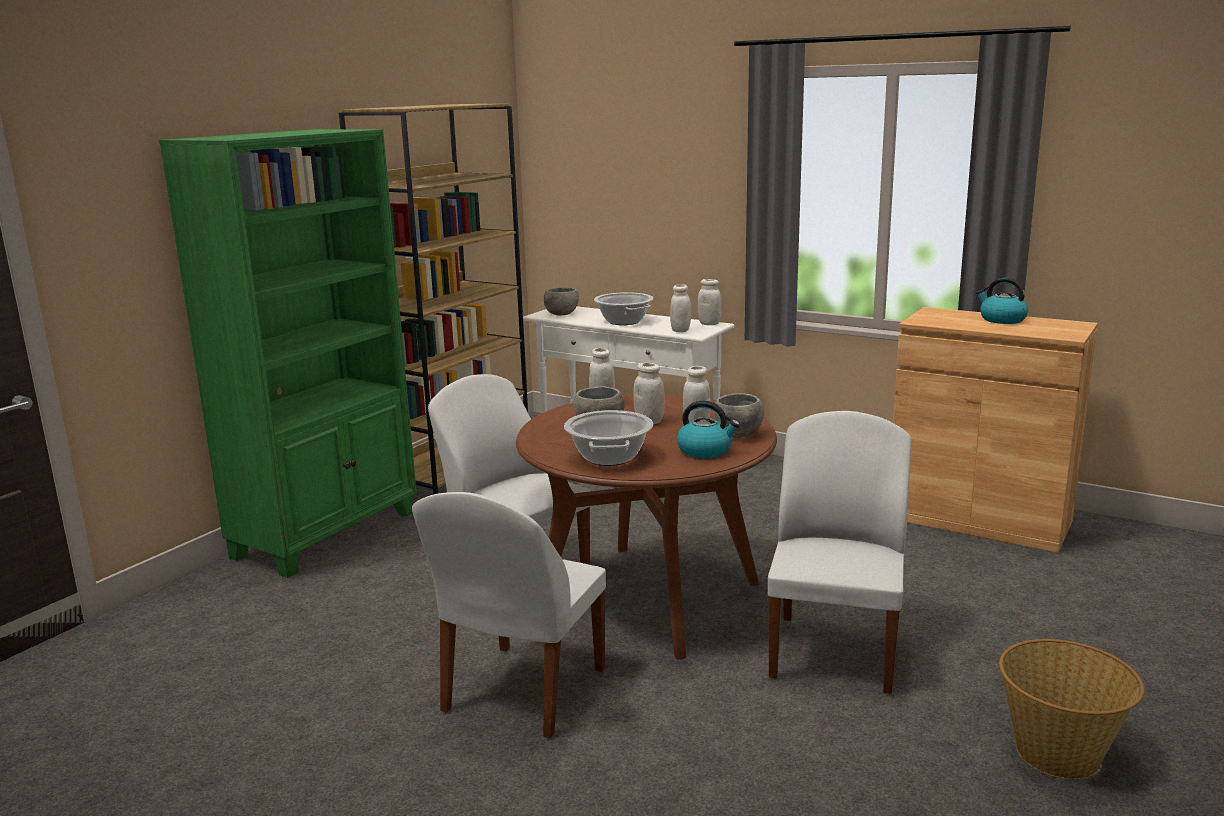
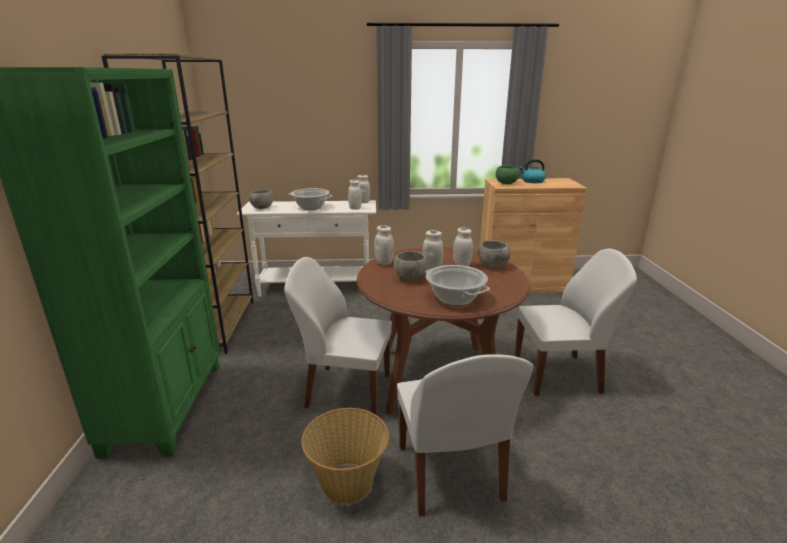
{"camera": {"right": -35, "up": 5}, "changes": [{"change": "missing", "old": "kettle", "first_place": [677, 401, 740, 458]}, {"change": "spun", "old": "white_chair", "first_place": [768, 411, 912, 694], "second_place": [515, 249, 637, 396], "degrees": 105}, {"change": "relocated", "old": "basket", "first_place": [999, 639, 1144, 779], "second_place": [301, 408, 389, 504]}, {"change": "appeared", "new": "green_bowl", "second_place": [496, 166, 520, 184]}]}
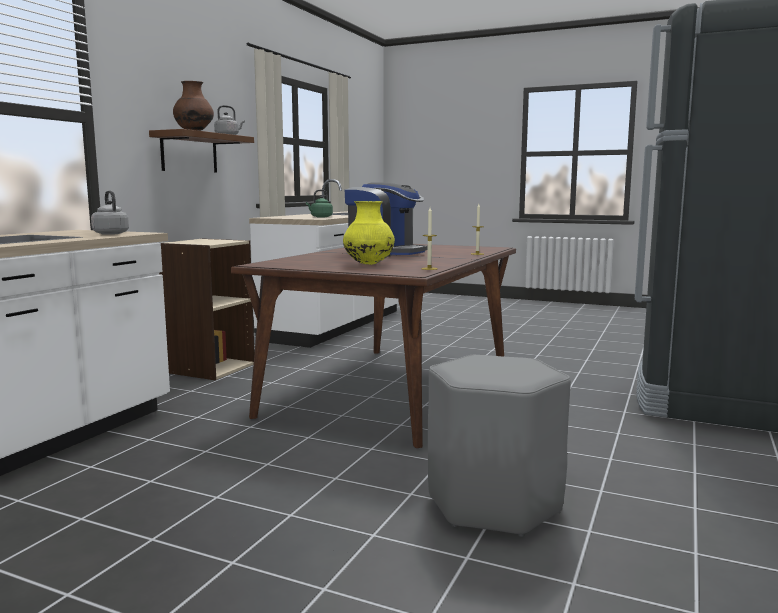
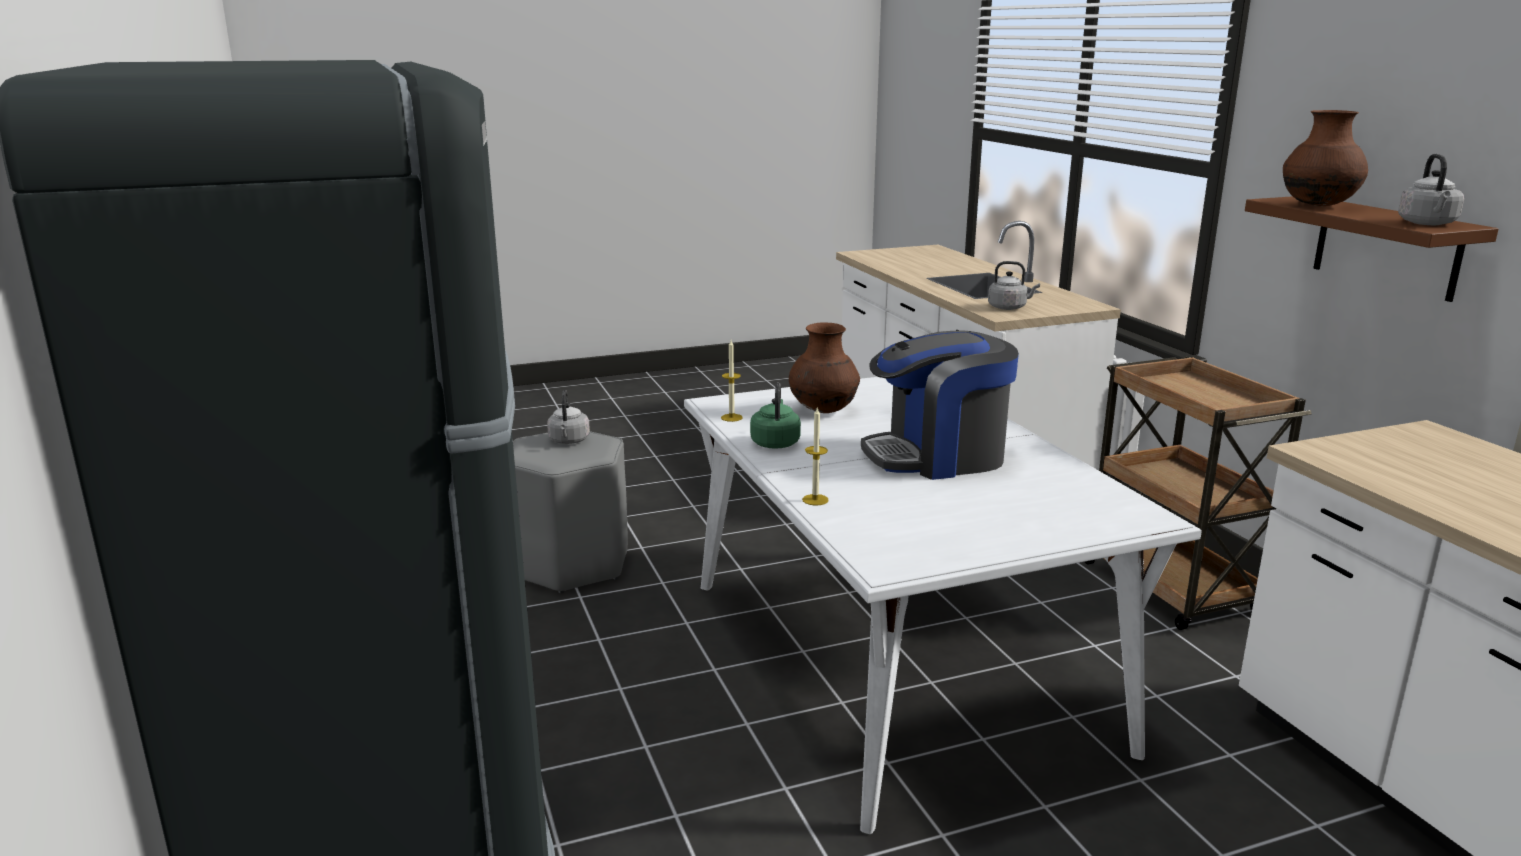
{"camera": {"right": 135, "up": 10}, "changes": [{"change": "relocated", "old": "green_kettle", "first_place": [306, 190, 333, 217], "second_place": [750, 383, 801, 449]}, {"change": "colour", "old": "yellowish_flower_vase", "new": "brown_flower_vase", "first_place": [343, 201, 395, 265], "second_place": [789, 322, 860, 413]}, {"change": "exchanged", "old": "beige-coloured_bookshelf", "new": "brown_cart", "first_place": [159, 238, 255, 380], "second_place": [1085, 356, 1312, 630]}, {"change": "colour", "old": "brown_kitchen_table", "new": "white_kitchen_table", "first_place": [231, 244, 516, 448], "second_place": [684, 377, 1202, 834]}, {"change": "appeared", "new": "gray_kettle", "second_place": [547, 390, 590, 444]}]}
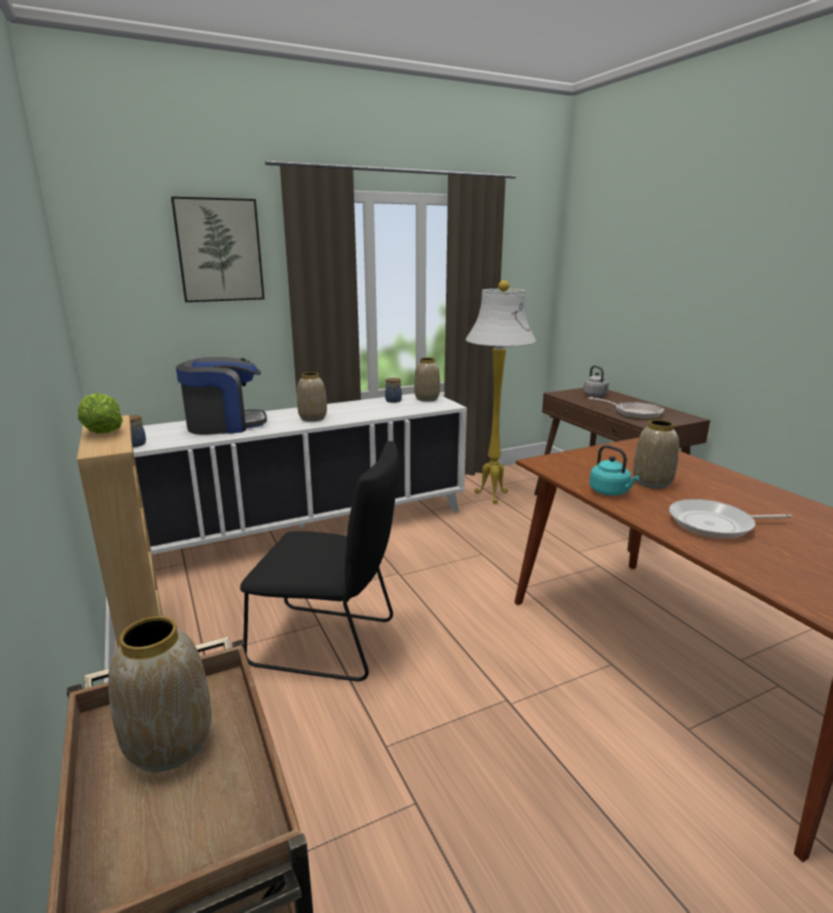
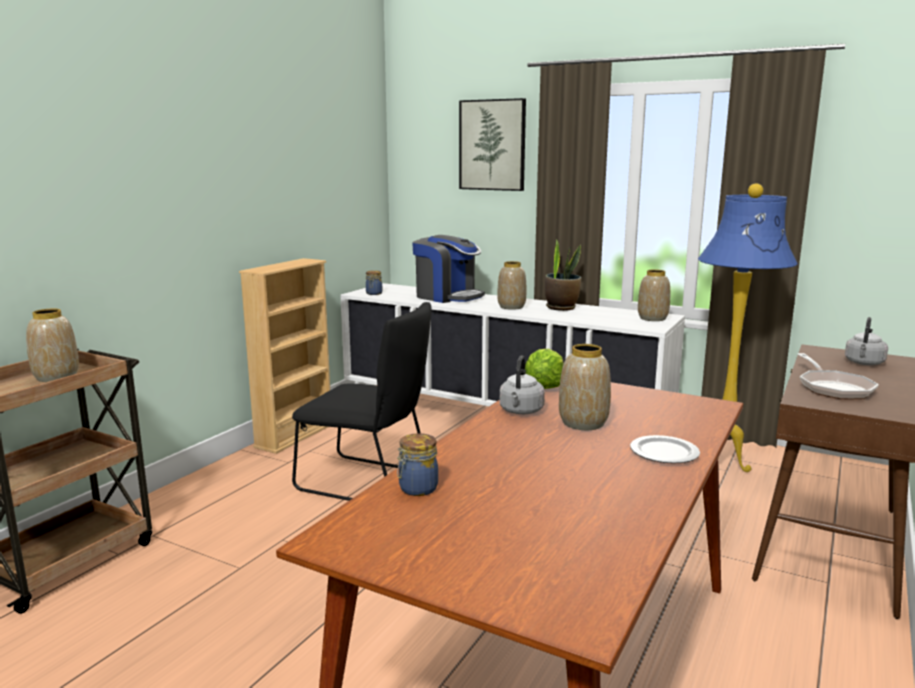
{"camera": {"right": 55, "up": -5}, "changes": [{"change": "colour", "old": "white_floor_lamp", "new": "bluish_floor_lamp", "first_place": [465, 280, 536, 504], "second_place": [698, 183, 798, 472]}, {"change": "relocated", "old": "preserve_jar", "first_place": [385, 378, 402, 403], "second_place": [397, 433, 438, 496]}, {"change": "relocated", "old": "lettuce", "first_place": [78, 393, 123, 434], "second_place": [525, 349, 564, 389]}, {"change": "spun", "old": "black_chair", "first_place": [240, 441, 399, 681], "second_place": [292, 302, 432, 501], "degrees": -45}, {"change": "colour", "old": "blue-green_kettle", "new": "gray_kettle", "first_place": [589, 445, 640, 496], "second_place": [500, 355, 545, 414]}, {"change": "missing", "old": "skillet", "first_place": [669, 499, 792, 539]}, {"change": "appeared", "new": "houseplant", "second_place": [545, 239, 581, 311]}, {"change": "appeared", "new": "flat_dish", "second_place": [630, 435, 700, 463]}]}
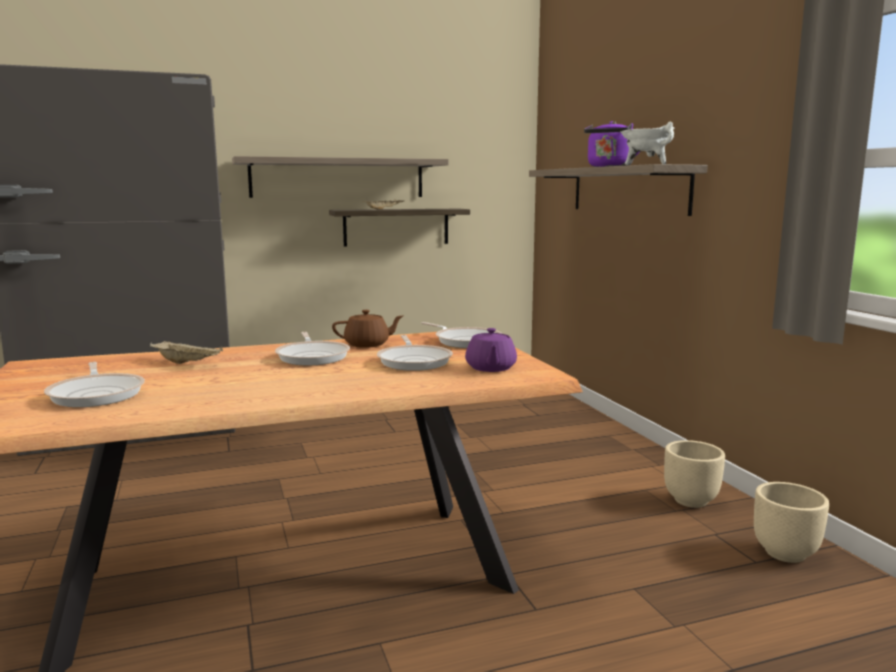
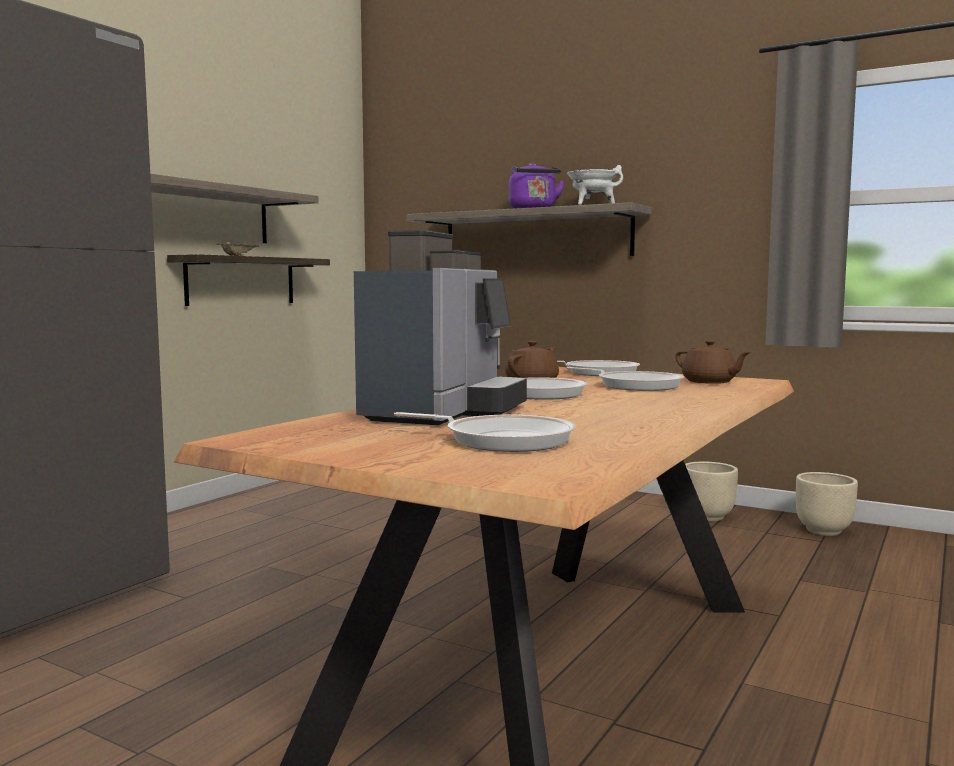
{"camera": {"right": -40, "up": -5}, "changes": [{"change": "colour", "old": "purplish_tea_pot", "new": "brown_tea_pot", "first_place": [465, 328, 517, 372], "second_place": [676, 340, 751, 384]}, {"change": "exchanged", "old": "beige-coloured_tray", "new": "coffee_machine", "first_place": [150, 341, 223, 364], "second_place": [354, 230, 527, 425]}]}
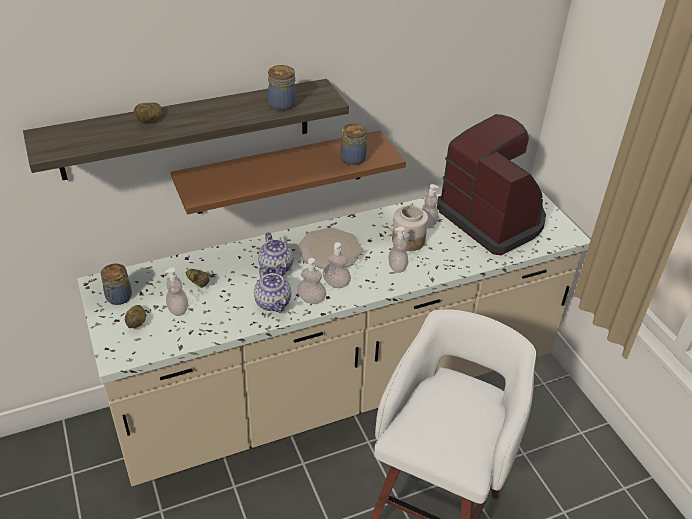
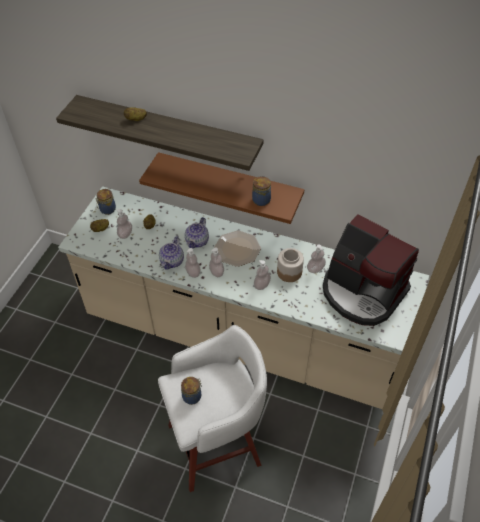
{"camera": {"right": 45, "up": 10}, "changes": [{"change": "relocated", "old": "preserve_jar", "first_place": [268, 65, 296, 111], "second_place": [181, 377, 202, 405]}, {"change": "spun", "old": "coffee_machine", "first_place": [437, 114, 546, 255], "second_place": [323, 215, 419, 326], "degrees": 120}]}
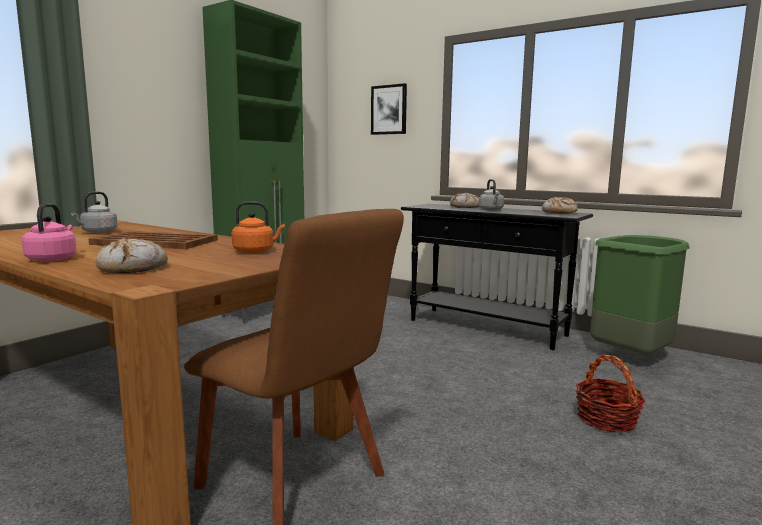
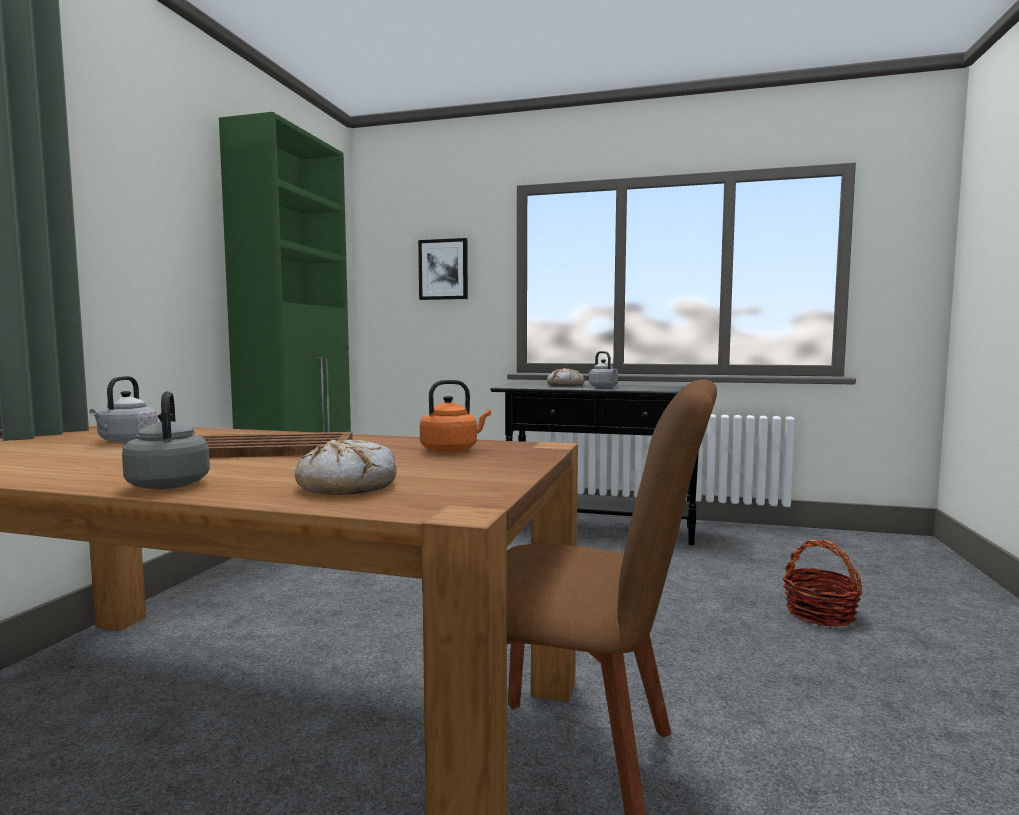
{"camera": {"right": -20, "up": -5}, "changes": [{"change": "missing", "old": "bakery_bread", "first_place": [542, 197, 578, 214]}, {"change": "colour", "old": "pink-coloured_kettle", "new": "gray_kettle", "first_place": [22, 203, 76, 262], "second_place": [122, 391, 210, 490]}, {"change": "missing", "old": "green_rubbish_bin", "first_place": [590, 235, 690, 355]}]}
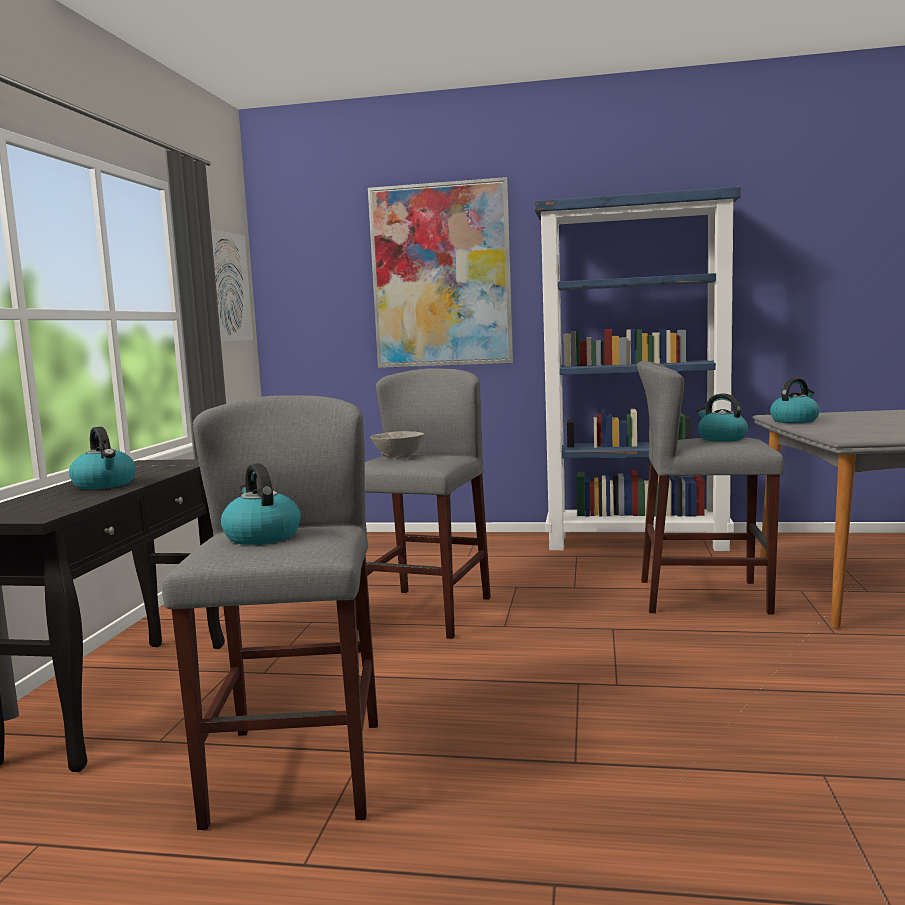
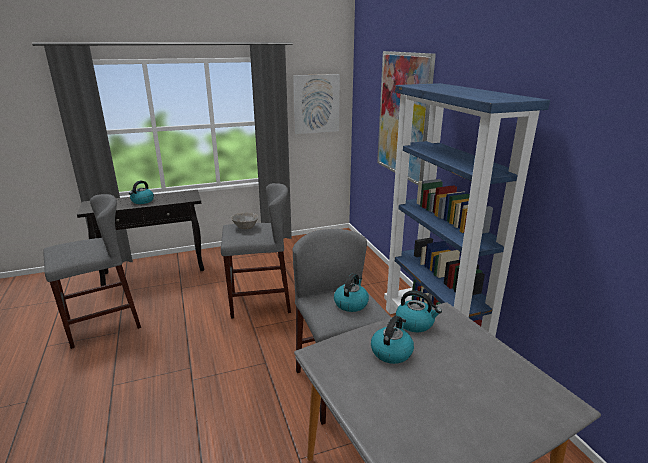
{"camera": {"right": 60, "up": 15}, "changes": [{"change": "relocated", "old": "kettle", "first_place": [221, 463, 301, 545], "second_place": [371, 316, 414, 364]}]}
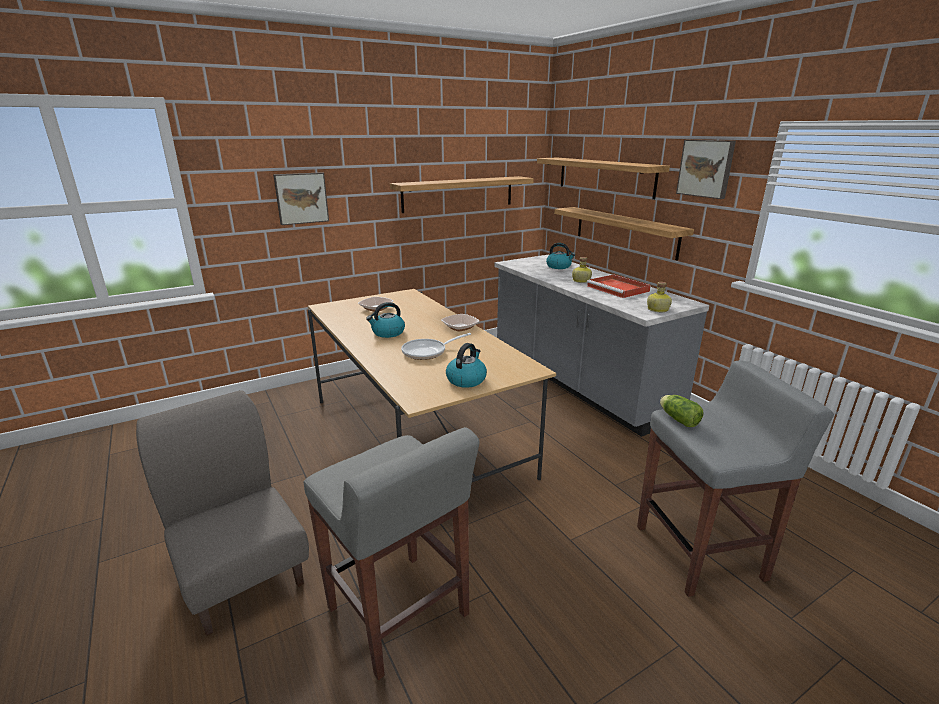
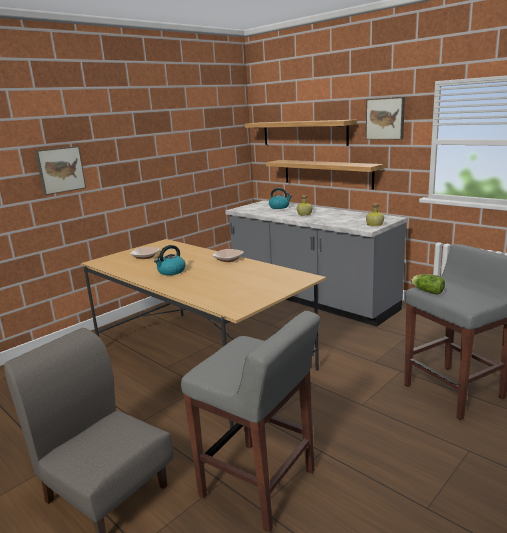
{"camera": {"right": -15, "up": -5}, "changes": [{"change": "missing", "old": "shelf", "first_place": [390, 176, 534, 213]}, {"change": "missing", "old": "reddish_tray", "first_place": [587, 275, 651, 298]}, {"change": "missing", "old": "skillet", "first_place": [401, 333, 471, 360]}, {"change": "missing", "old": "kettle", "first_place": [446, 343, 487, 388]}]}
